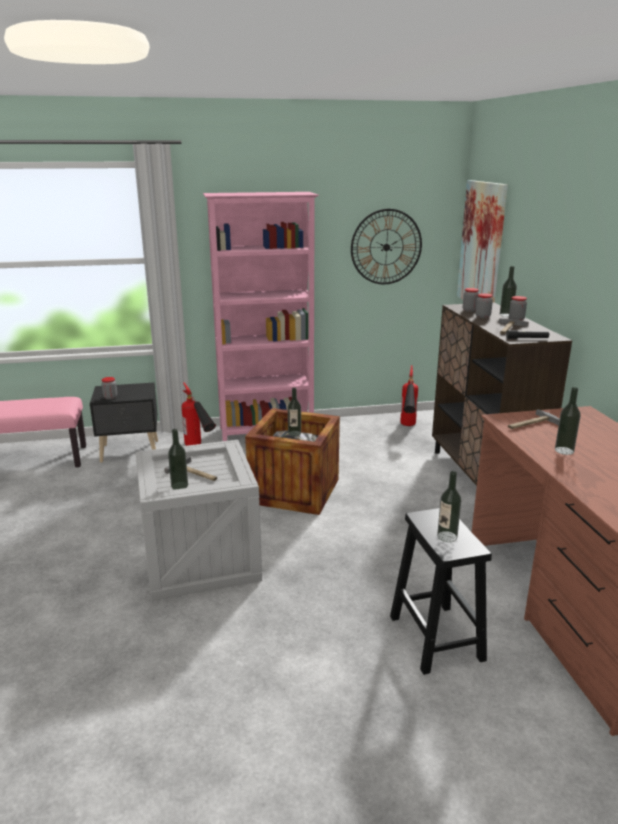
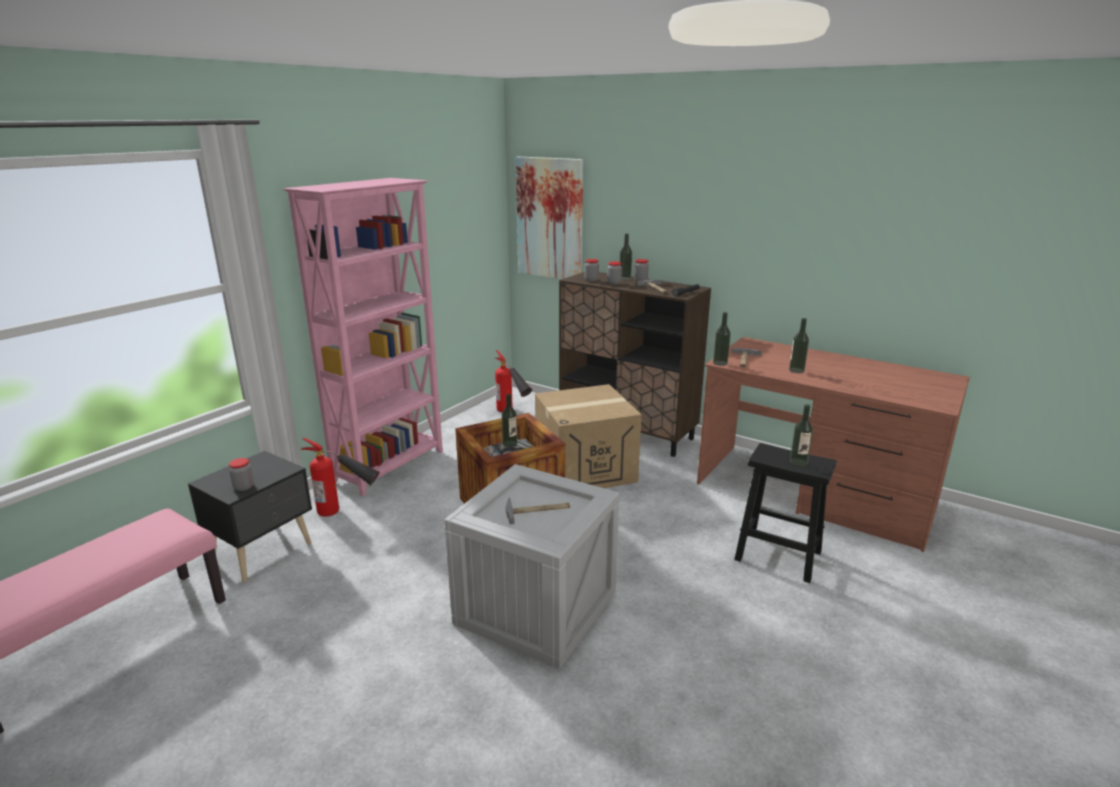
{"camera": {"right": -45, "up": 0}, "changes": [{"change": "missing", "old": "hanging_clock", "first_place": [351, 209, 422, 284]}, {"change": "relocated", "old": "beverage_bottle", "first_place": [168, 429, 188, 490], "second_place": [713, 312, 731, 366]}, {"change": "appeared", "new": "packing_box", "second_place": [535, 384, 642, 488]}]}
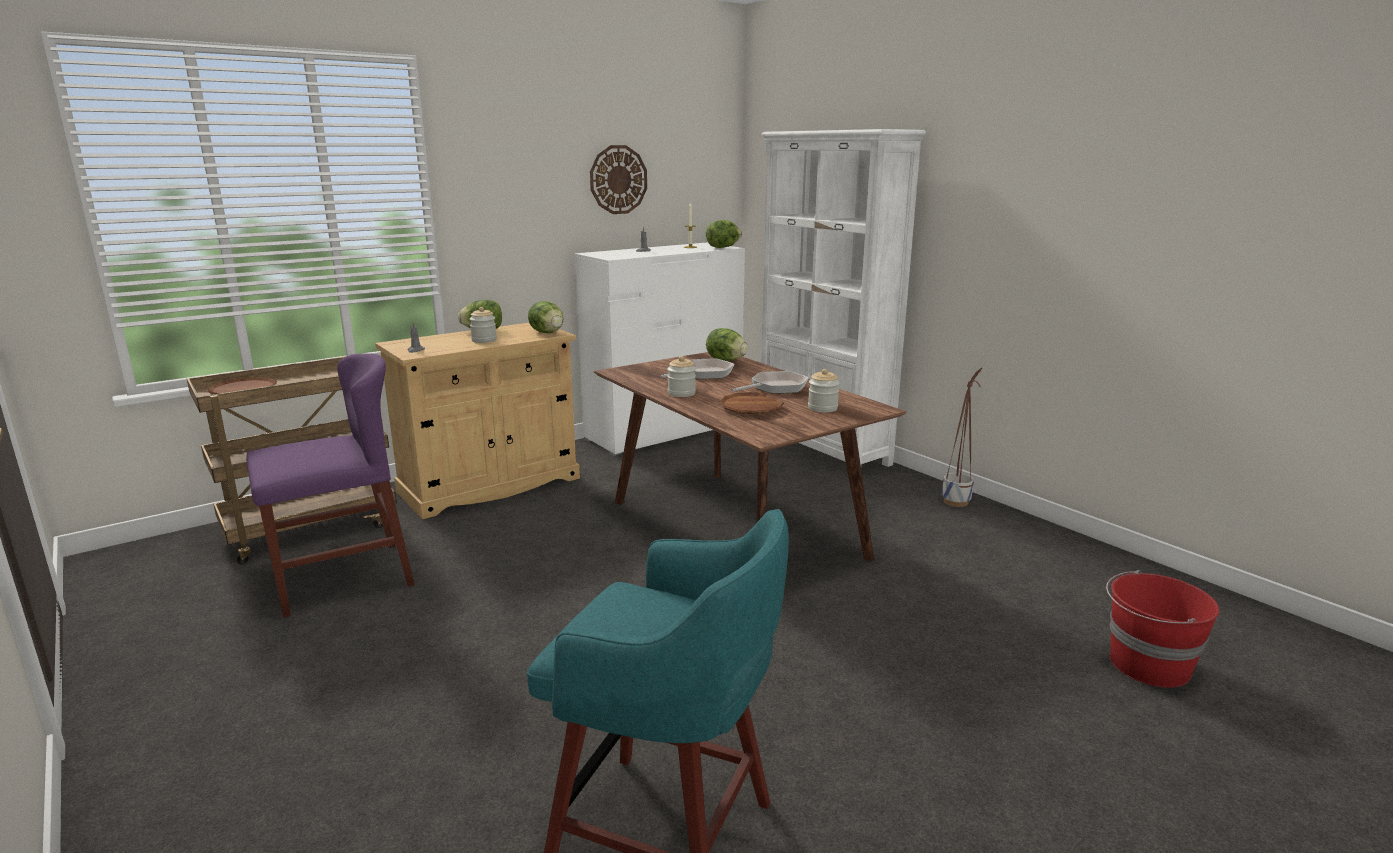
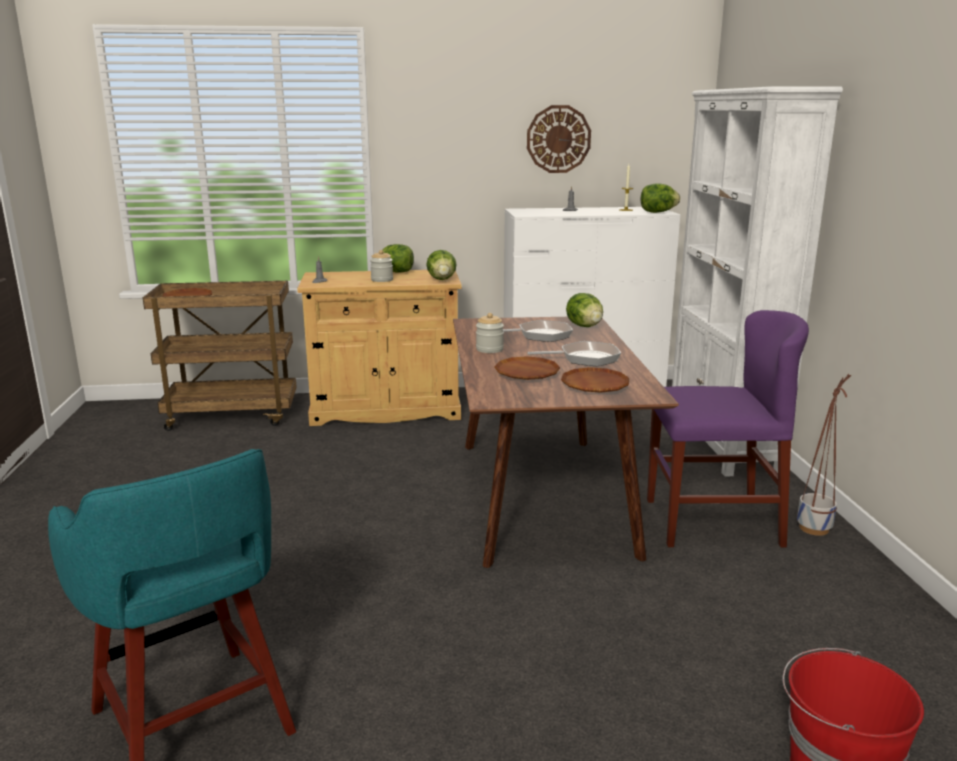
{"camera": {"right": 30, "up": 0}, "changes": [{"change": "relocated", "old": "purplish_chair", "first_place": [246, 353, 415, 618], "second_place": [647, 310, 809, 547]}, {"change": "exchanged", "old": "preserve_jar", "new": "brown_flat_dish", "first_place": [808, 369, 840, 412], "second_place": [561, 367, 629, 393]}]}
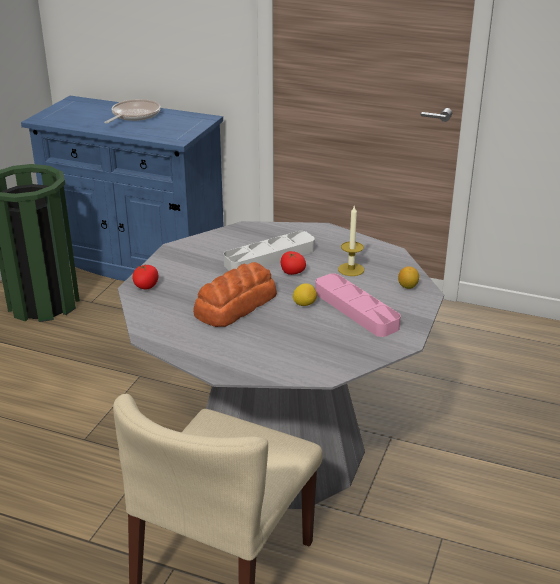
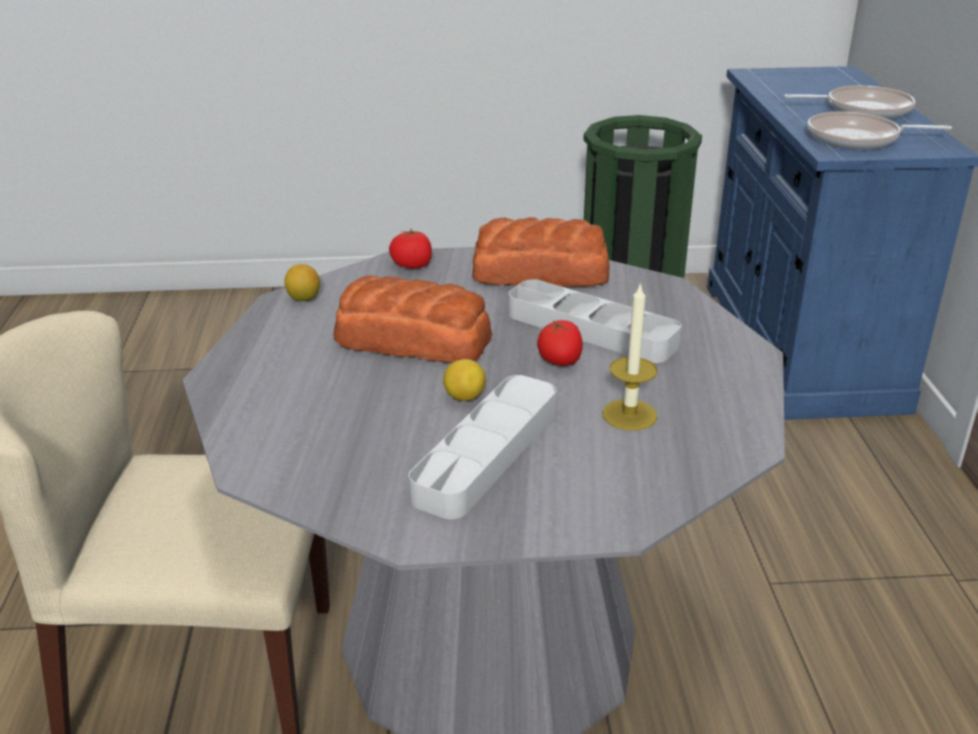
{"camera": {"right": 65, "up": 0}, "changes": [{"change": "relocated", "old": "lemon", "first_place": [398, 266, 419, 289], "second_place": [284, 264, 320, 301]}, {"change": "colour", "old": "pink-coloured_tray", "new": "gray_tray", "first_place": [315, 273, 401, 337], "second_place": [409, 375, 556, 519]}, {"change": "appeared", "new": "skillet", "second_place": [808, 111, 952, 149]}, {"change": "appeared", "new": "bakery_bread", "second_place": [472, 217, 610, 287]}]}
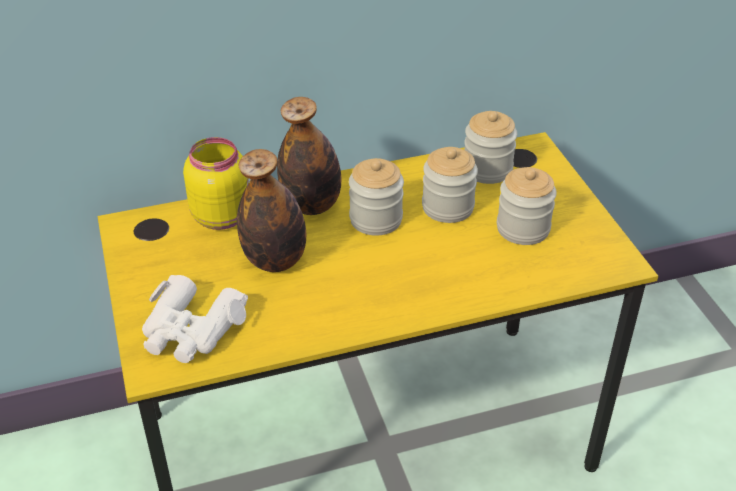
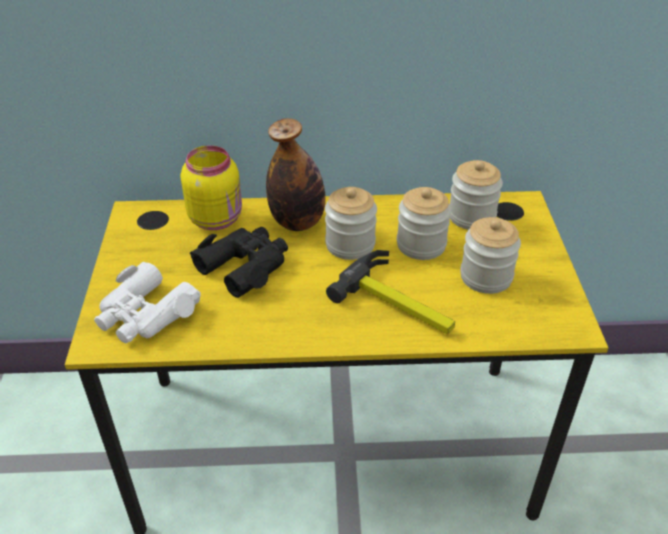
{"camera": {"right": 15, "up": 0}, "changes": [{"change": "exchanged", "old": "beverage_bottle", "new": "black_pair_of_binoculars", "first_place": [237, 149, 306, 272], "second_place": [190, 227, 288, 298]}, {"change": "appeared", "new": "hammer", "second_place": [326, 250, 455, 334]}]}
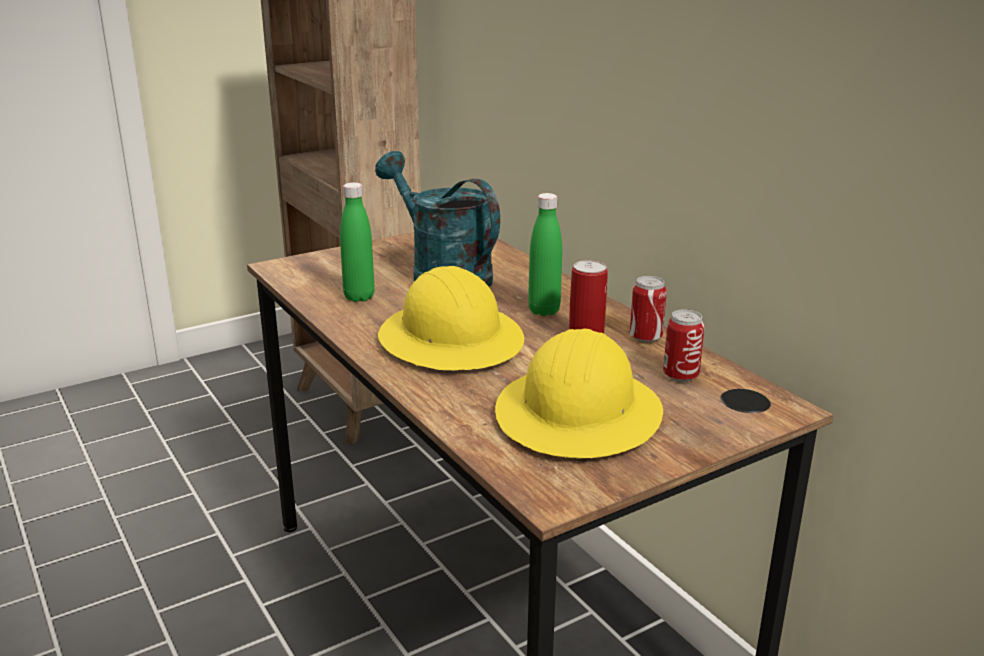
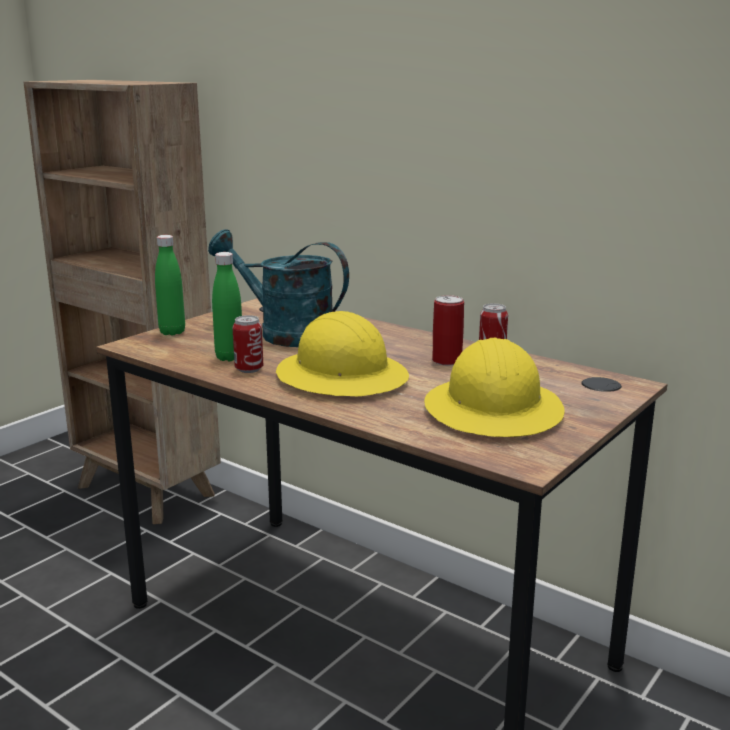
{"camera": {"right": -20, "up": -5}, "changes": [{"change": "relocated", "old": "green_beverage_bottle", "first_place": [528, 193, 562, 316], "second_place": [155, 235, 185, 336]}, {"change": "relocated", "old": "sealed_can", "first_place": [663, 309, 705, 382], "second_place": [233, 315, 263, 373]}]}
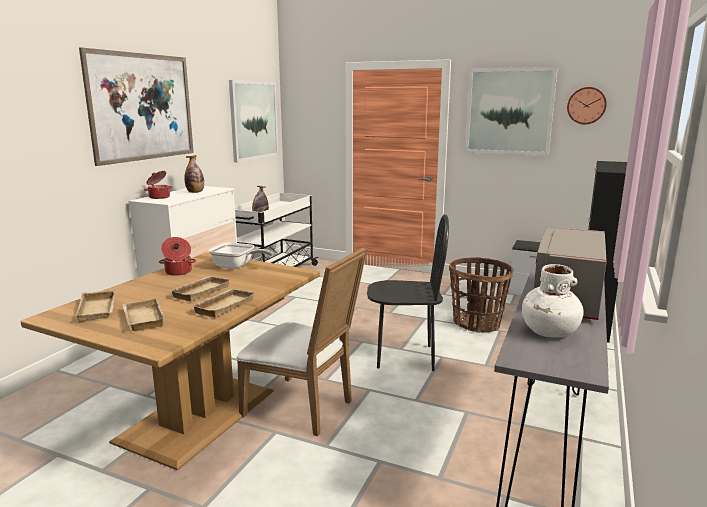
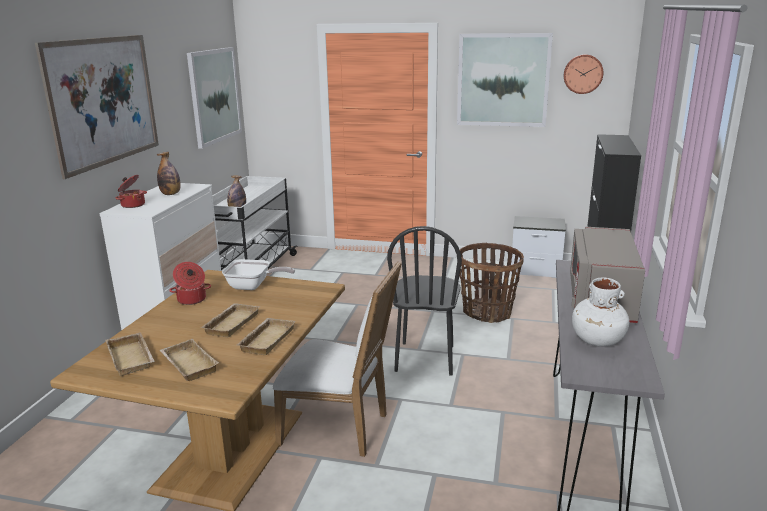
{"camera": {"right": -10, "up": 5}, "changes": [{"change": "spun", "old": "black_chair", "first_place": [367, 214, 449, 371], "second_place": [387, 226, 462, 376], "degrees": 105}]}
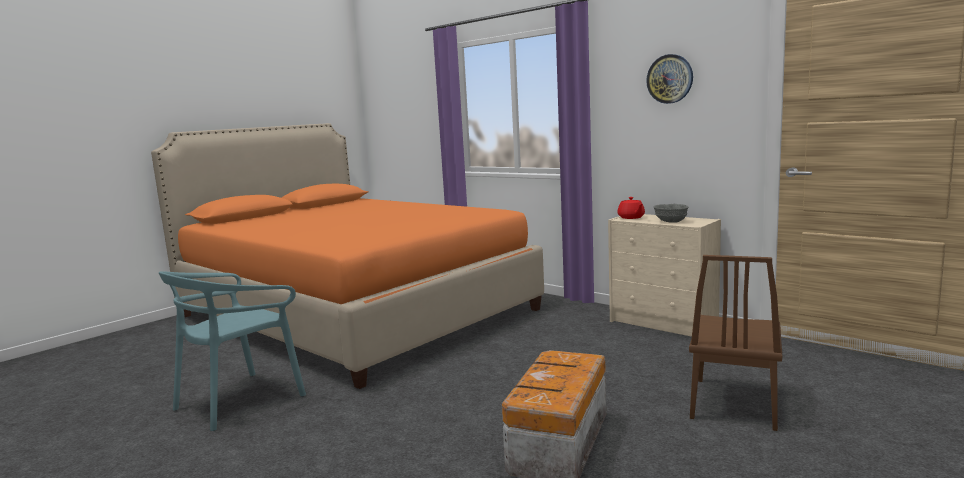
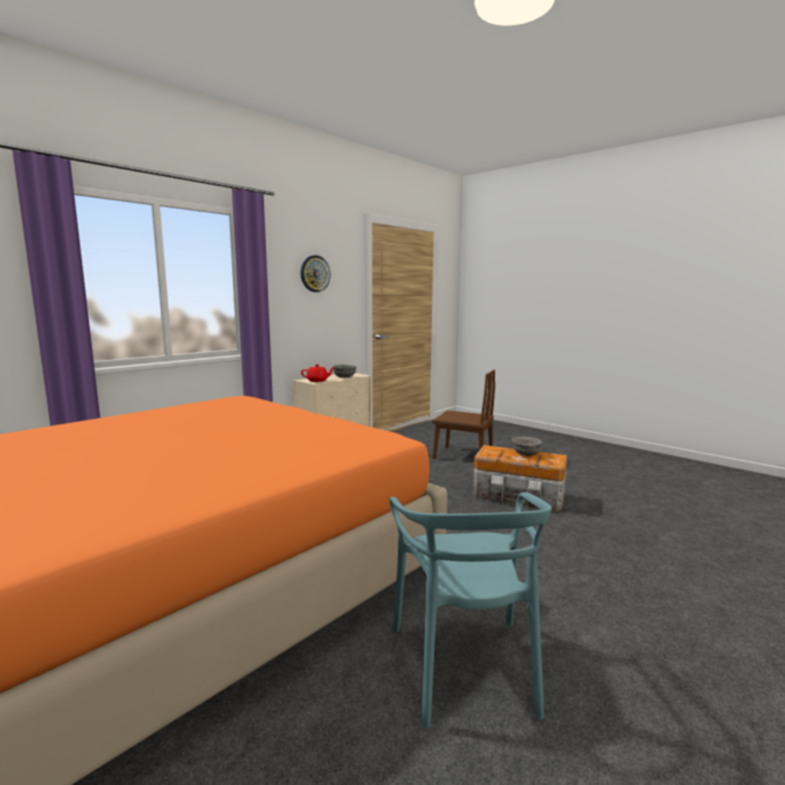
{"camera": {"right": -90, "up": 0}, "changes": [{"change": "spun", "old": "blue-green_chair", "first_place": [159, 271, 306, 431], "second_place": [390, 492, 552, 729], "degrees": 45}, {"change": "appeared", "new": "gray_bowl", "second_place": [512, 437, 542, 456]}]}
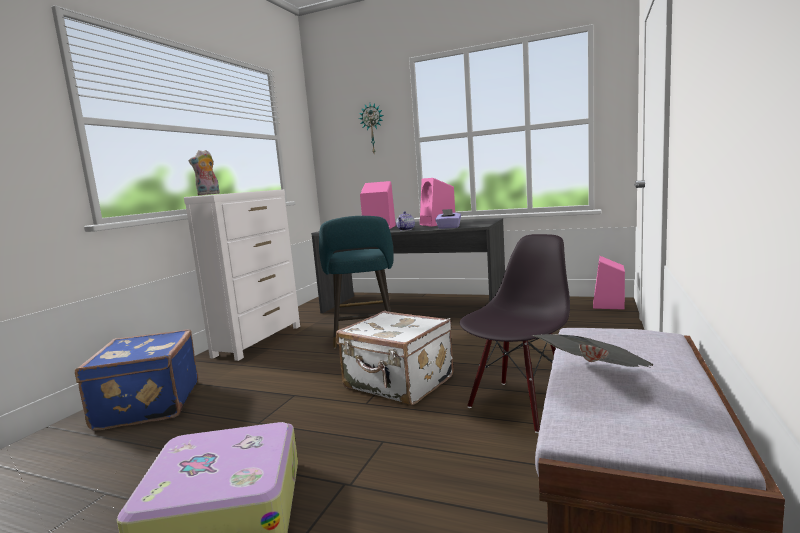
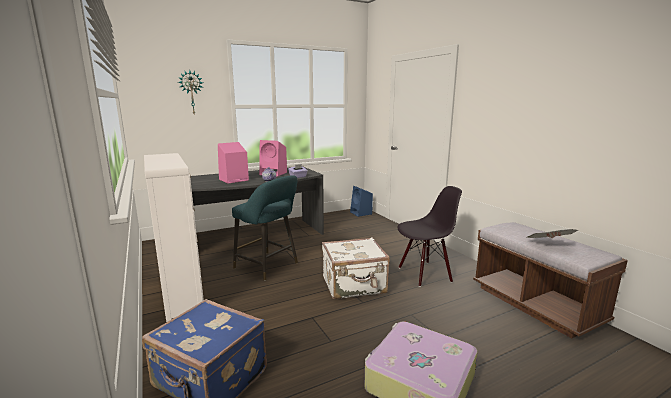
{"camera": {"right": -50, "up": 5}, "changes": [{"change": "missing", "old": "soft_toy", "first_place": [189, 150, 220, 195]}, {"change": "spun", "old": "black_chair", "first_place": [460, 234, 570, 433], "second_place": [397, 186, 462, 287], "degrees": 75}, {"change": "colour", "old": "pink-coloured_audio_speaker", "new": "bluish_audio_speaker", "first_place": [593, 256, 625, 310], "second_place": [350, 186, 373, 217]}]}
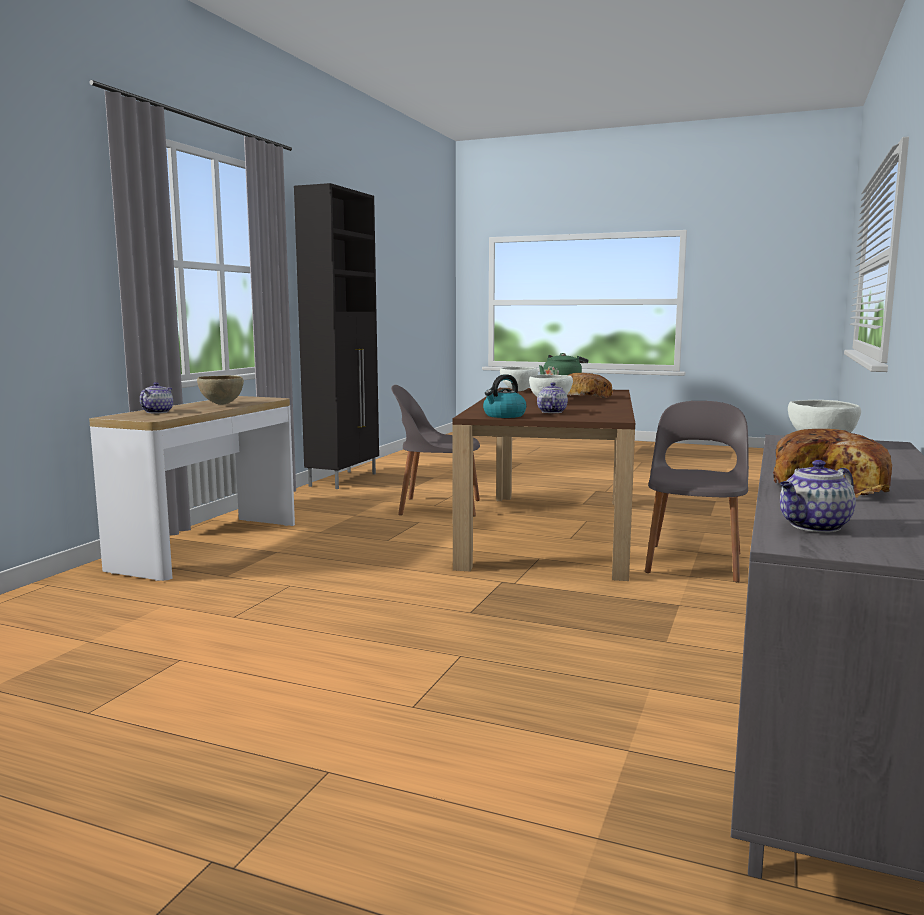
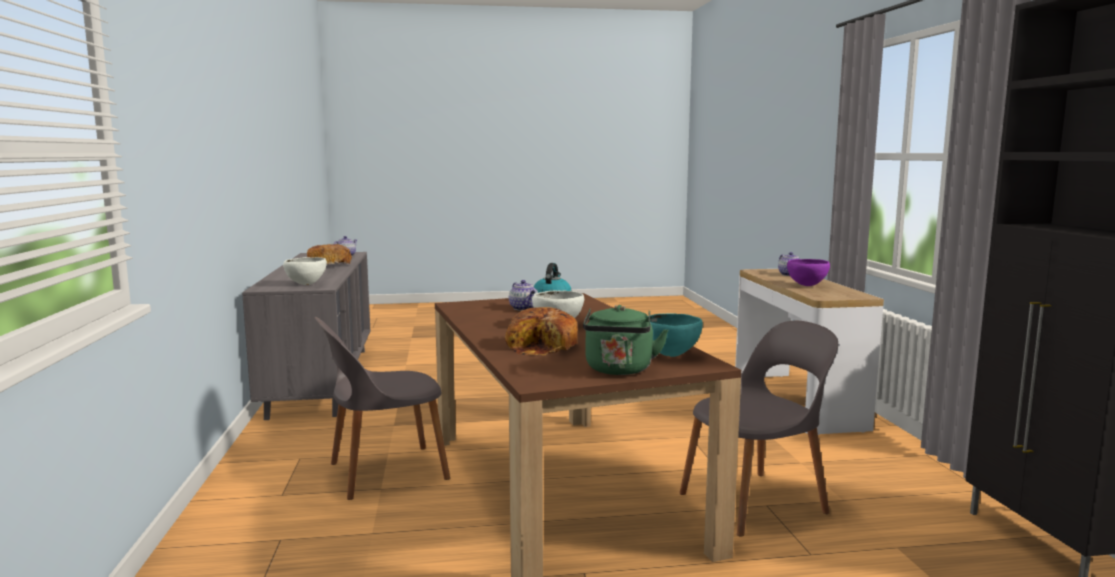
{"camera": {"right": 150, "up": 0}, "changes": [{"change": "colour", "old": "white_bowl", "new": "blue-green_bowl", "first_place": [500, 367, 538, 391], "second_place": [648, 314, 703, 357]}, {"change": "colour", "old": "brown_bowl", "new": "purplish_bowl", "first_place": [197, 375, 244, 405], "second_place": [787, 259, 830, 286]}, {"change": "spun", "old": "gray_chair", "first_place": [645, 401, 749, 582], "second_place": [314, 317, 450, 500], "degrees": 75}]}
